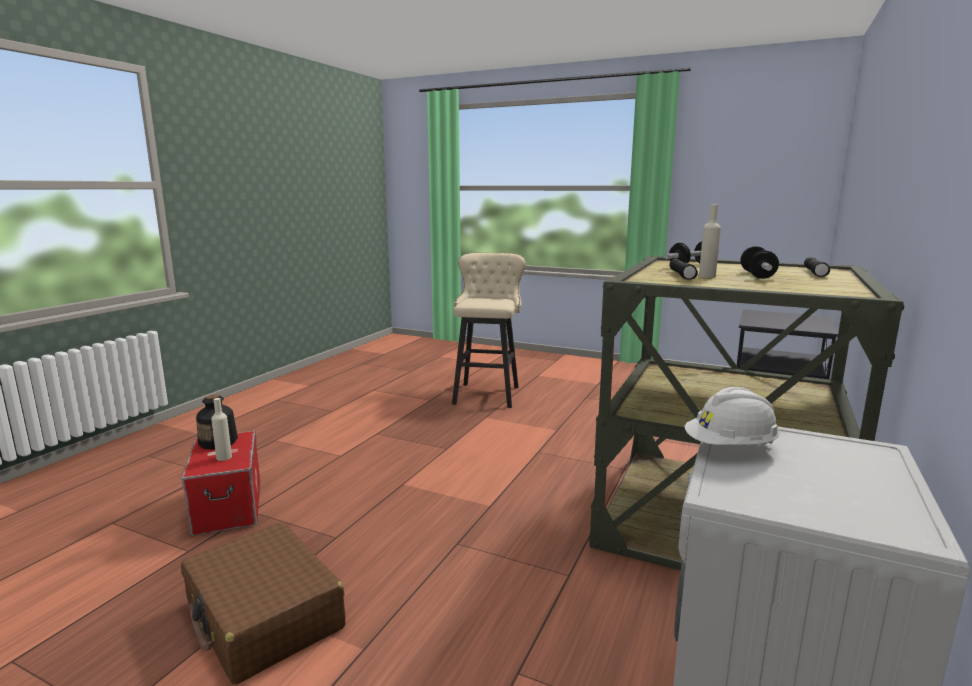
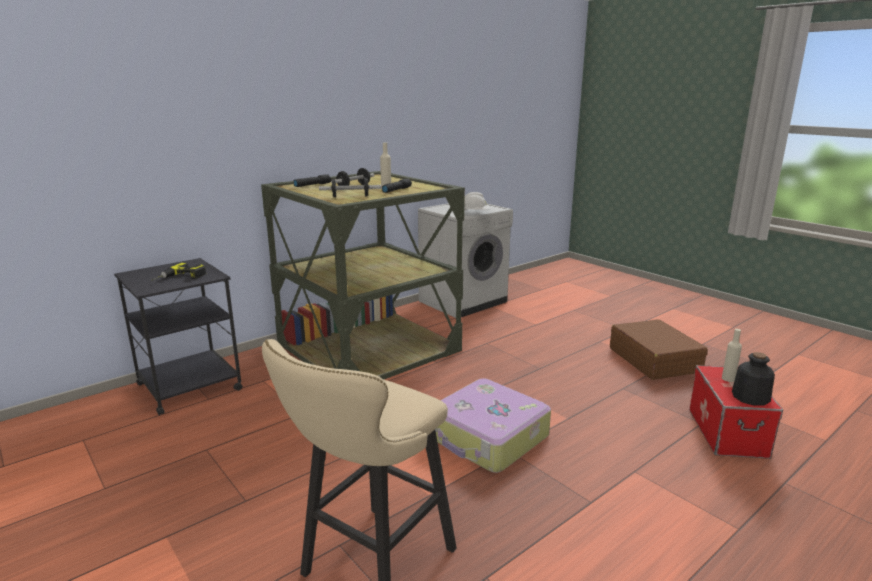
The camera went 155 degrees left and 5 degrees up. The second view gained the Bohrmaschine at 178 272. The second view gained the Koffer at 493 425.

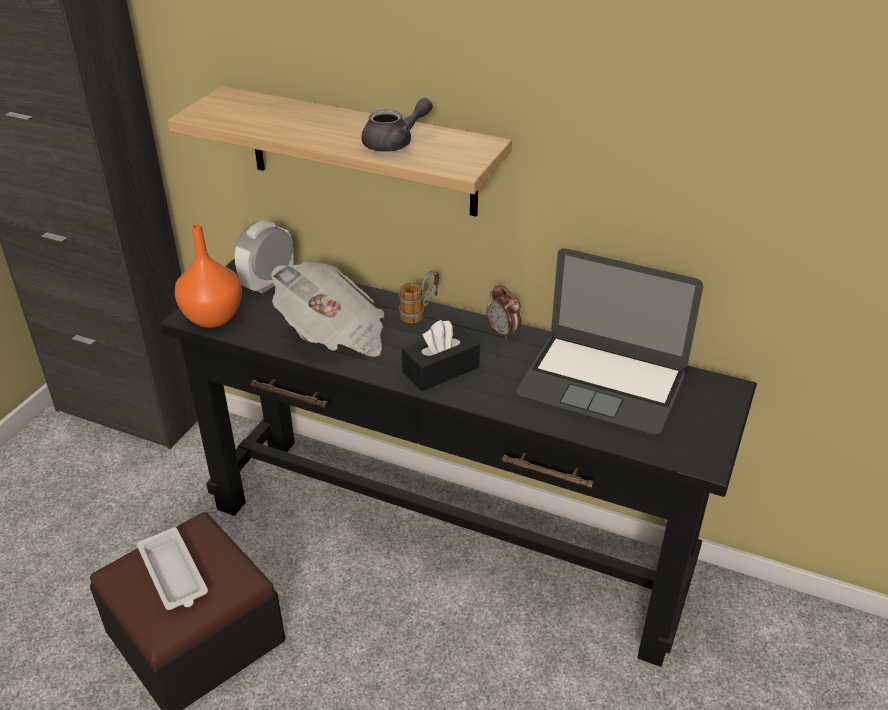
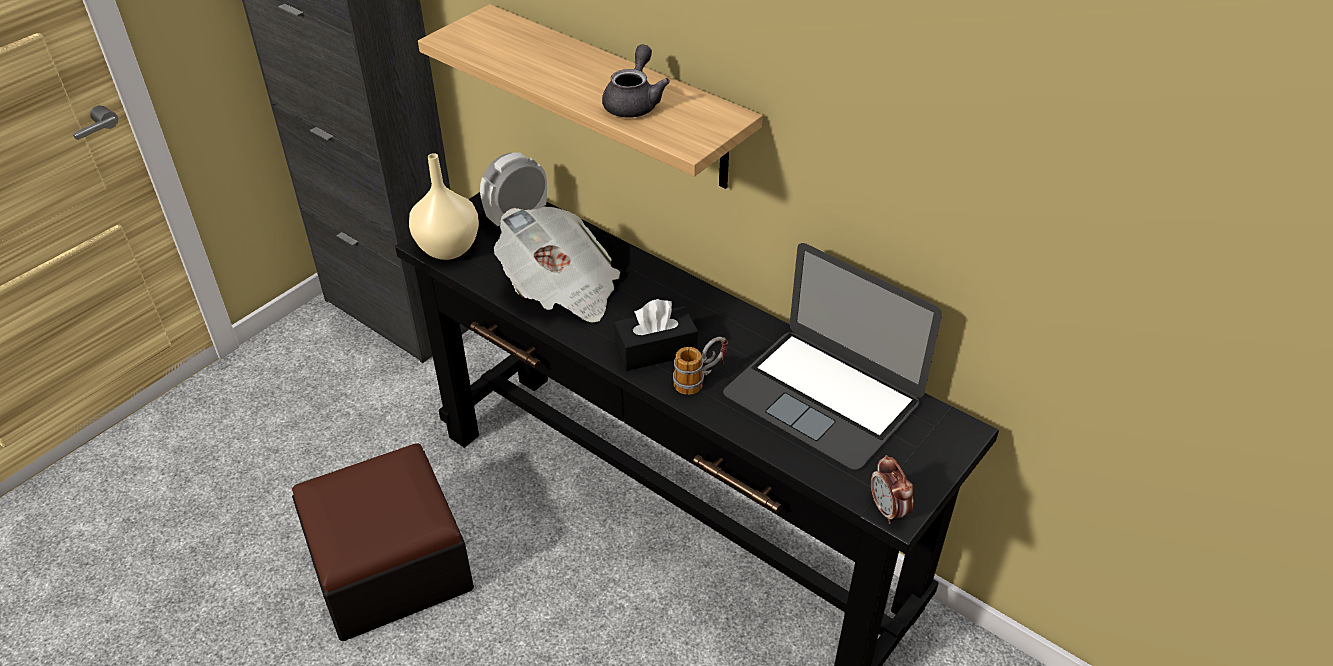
The camera went 15 degrees right and 5 degrees up. The Teekanne (grau) at 397 125 ended up facing another way, 60 degrees counterclockwise from before. What was the Vase (orange) at 208 276 turned into the Vase (beige) at 444 206. The Henkelbecher ended up elsewhere, having gone from 419 297 to 700 366. The Wecker ended up elsewhere, having gone from 504 312 to 892 489. The second view lost the Tablett (weiß) at 172 568.

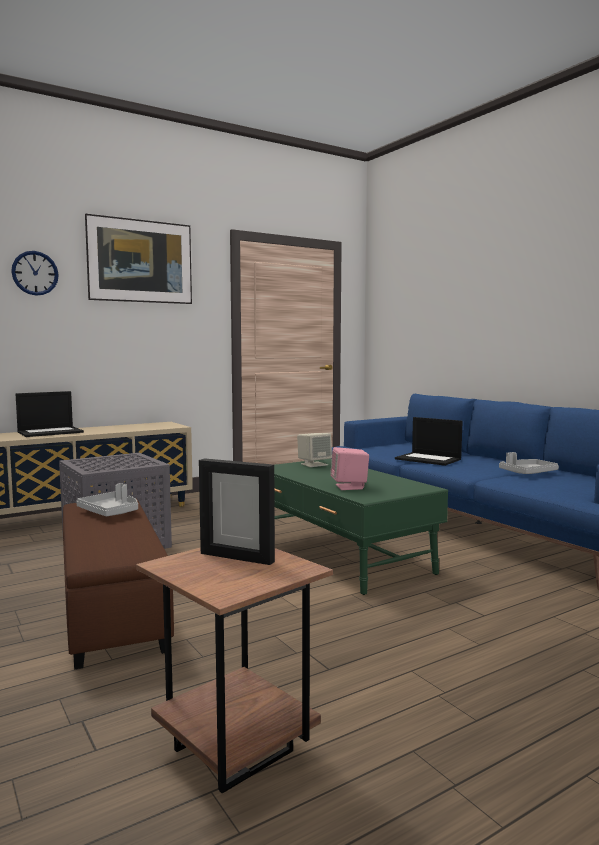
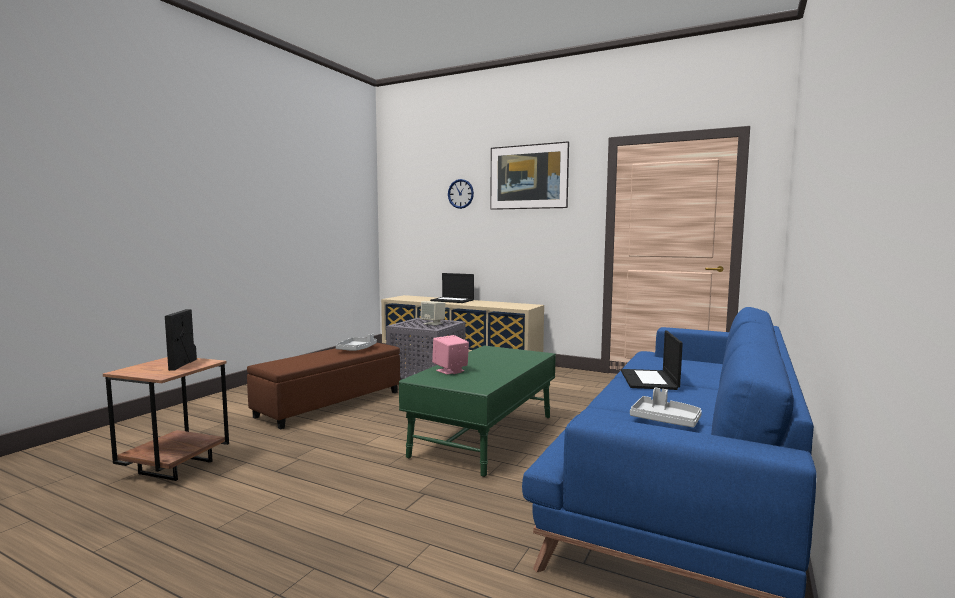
The camera went 60 degrees right and 0 degrees up. The Lautsprecher (beige) ended up elsewhere, having gone from 314 450 to 432 313.

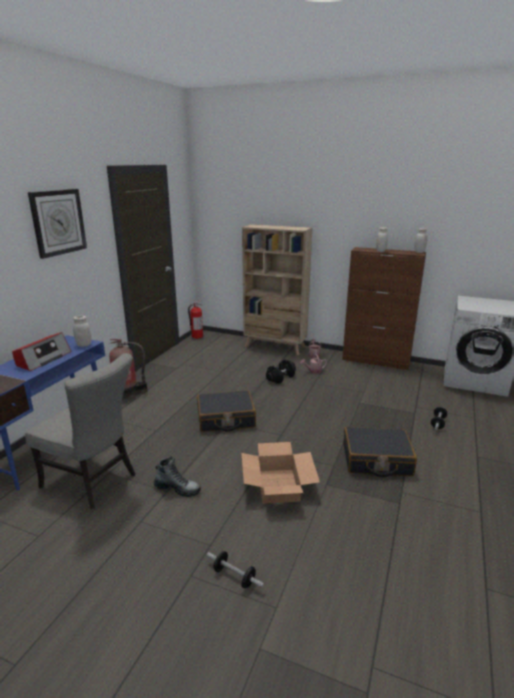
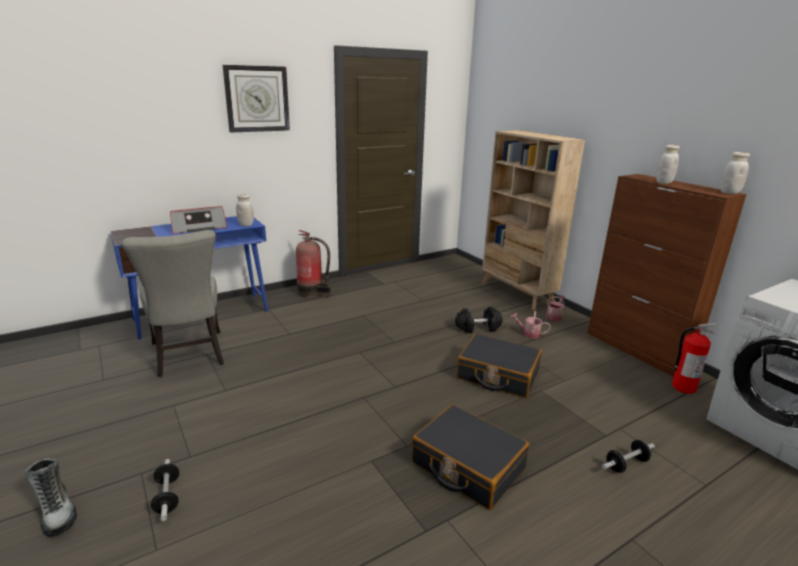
The camera went 35 degrees right and 0 degrees up. The Feuerlöscher ended up elsewhere, having gone from 195 319 to 694 358. The Koffer (schwarz) ended up elsewhere, having gone from 226 411 to 499 365. The second view lost the Karton at 280 473. The Stiefel ended up elsewhere, having gone from 177 476 to 50 497.

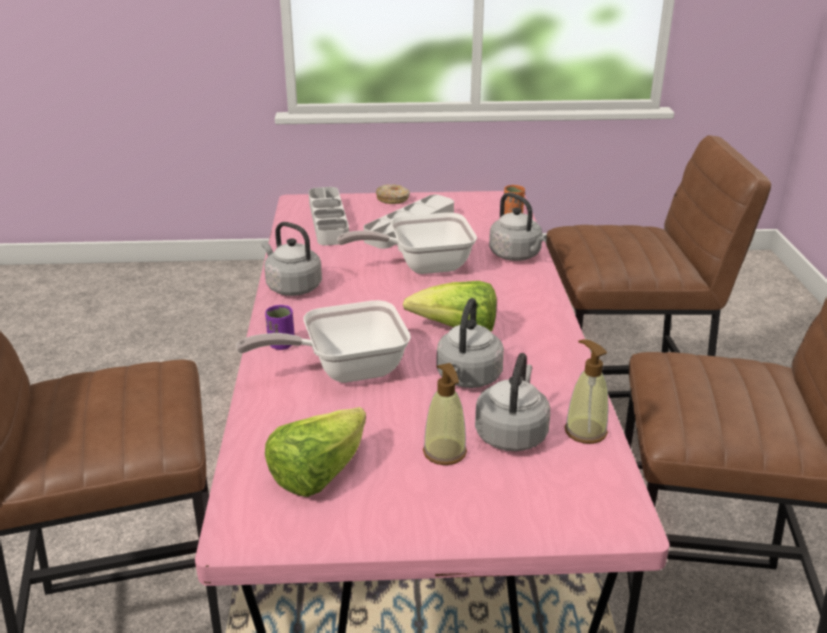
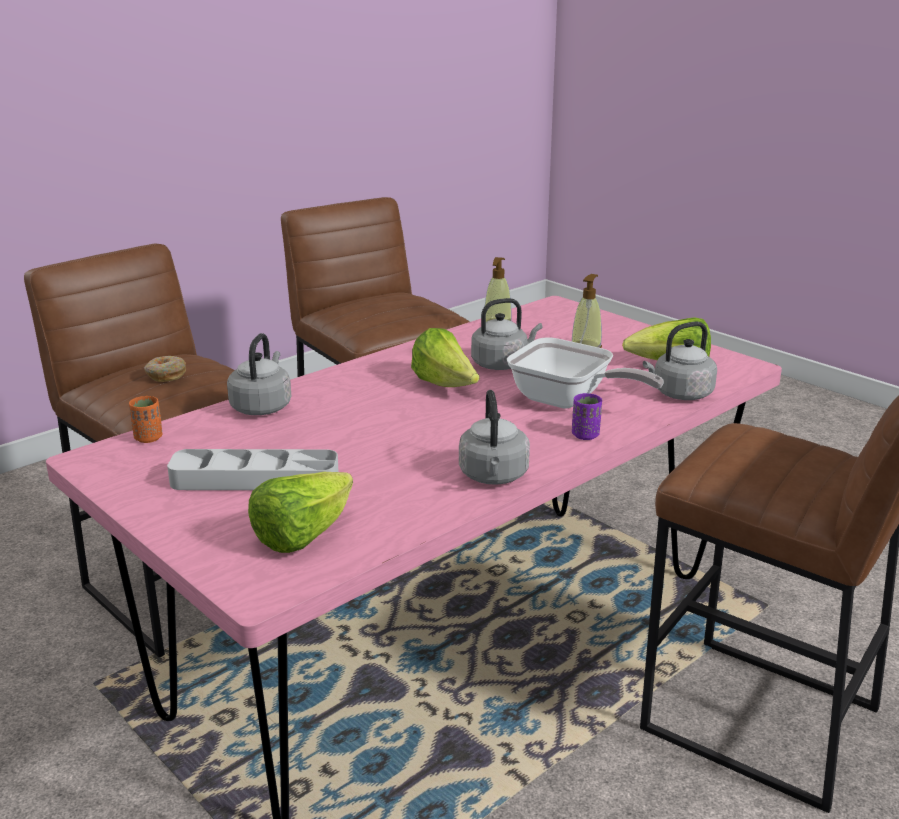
The camera went 130 degrees left and 5 degrees down. The Donut ended up elsewhere, having gone from 393 194 to 165 369. Where the Tablett (grau) stood at 329 216, the Salatkopf came to stand at 300 512. The second view lost the Pfanne at 407 243. The Wasserkessel (grau) ended up elsewhere, having gone from 512 402 to 680 361.

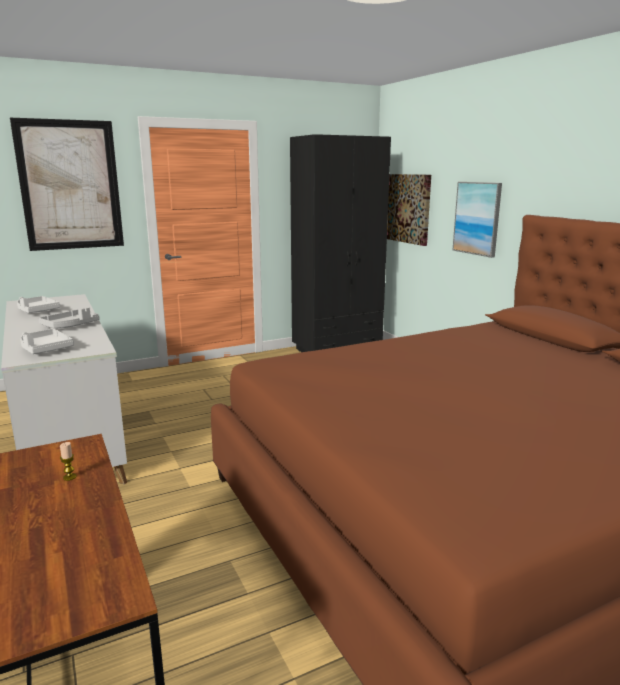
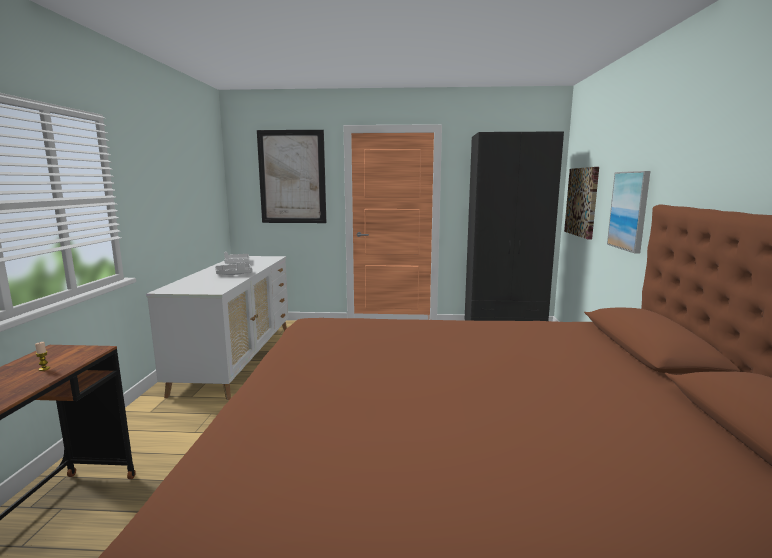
The camera went 30 degrees right and 5 degrees down. The second view lost the Tablett (weiß) at 47 341.

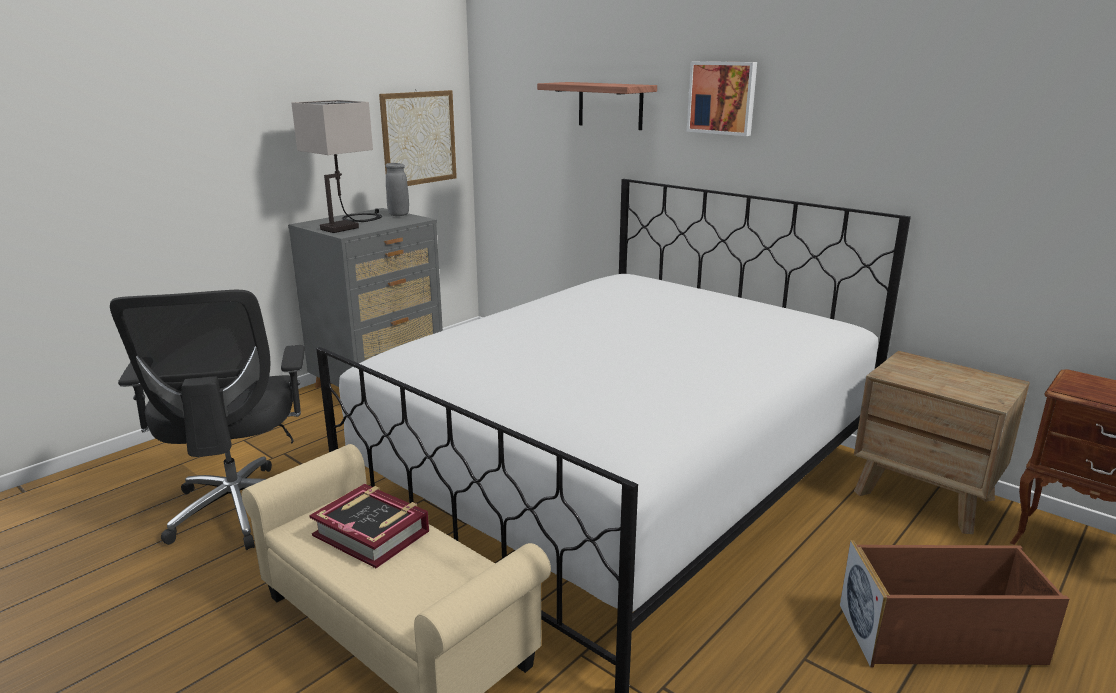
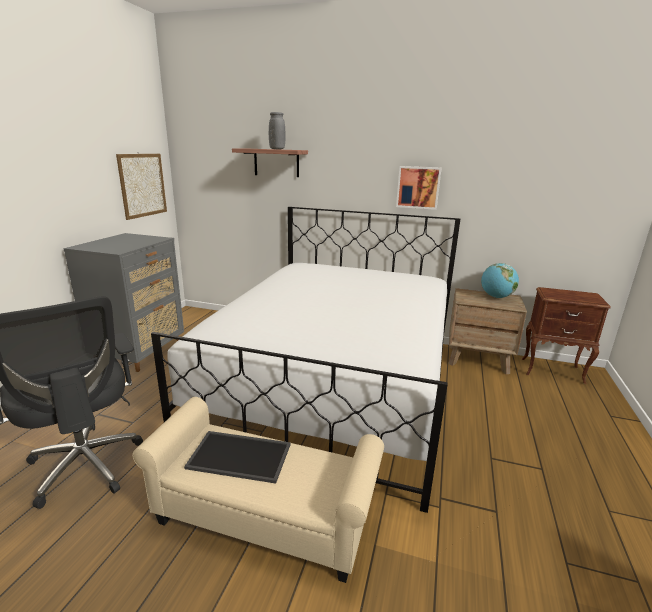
The camera went 25 degrees left and 0 degrees up. The Bild ended up elsewhere, having gone from 722 98 to 419 188. The second view lost the Tischlampe at 336 166. The Vase (grau) ended up elsewhere, having gone from 397 189 to 277 130. Where the Buch stood at 369 526, the Tablett came to stand at 237 457. The second view lost the Aufbewahrungsbox (braun) at 954 604. The second view gained the Globus at 500 280.

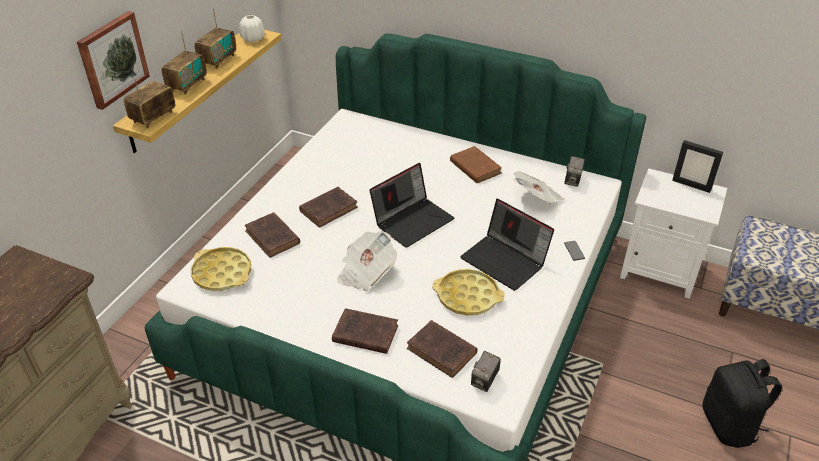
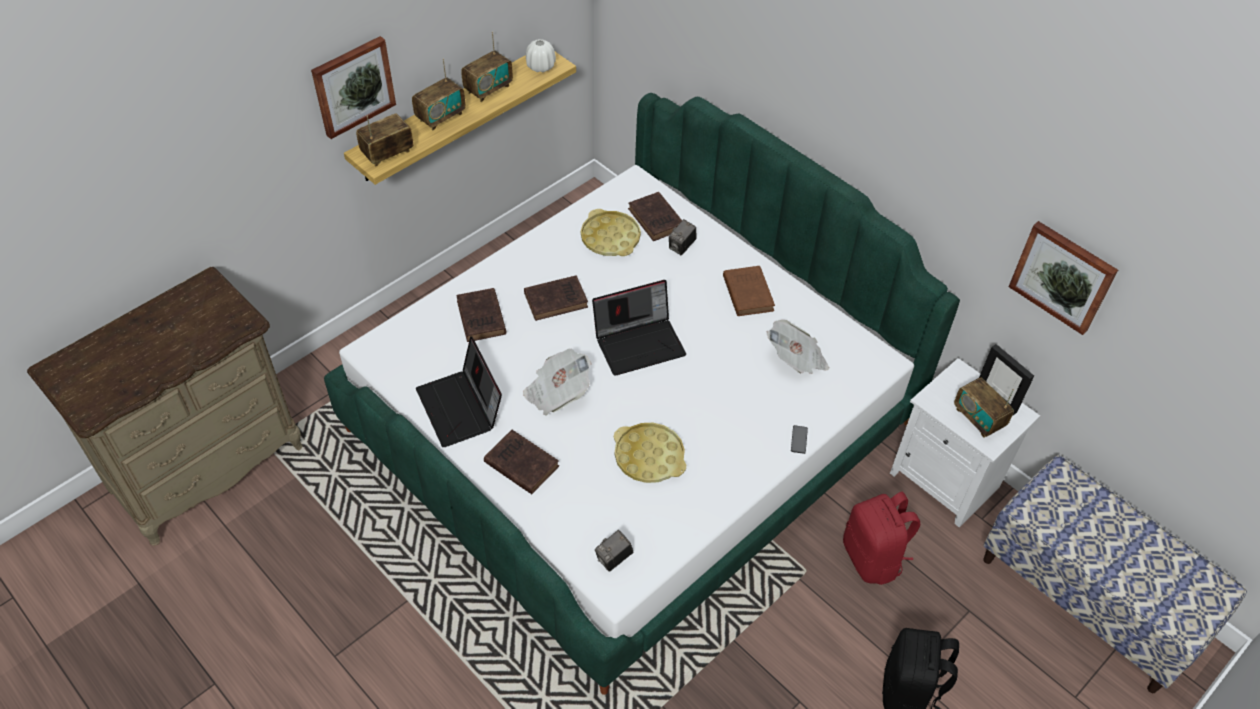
The camera went 20 degrees right and 10 degrees up. The Kamera ended up elsewhere, having gone from 574 171 to 682 237. The Laptop ended up elsewhere, having gone from 507 245 to 459 391. The Tablett (gelb) ended up elsewhere, having gone from 221 269 to 611 232. The Buch (braun) ended up elsewhere, having gone from 442 349 to 655 216. The second view gained the Bild at 1063 278. The second view gained the Radio at 984 407. The second view gained the Rucksack (rot) at 881 538.

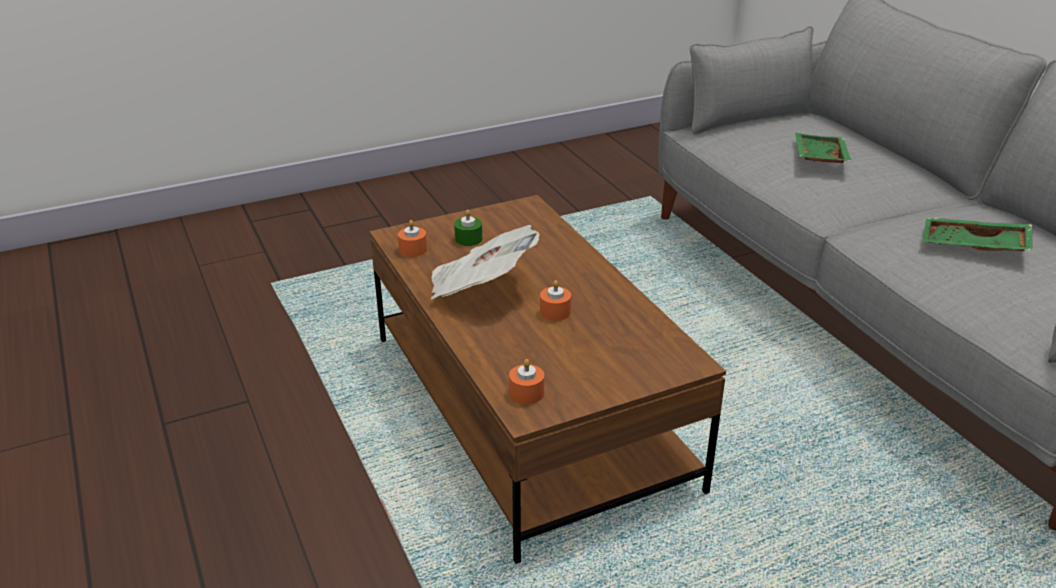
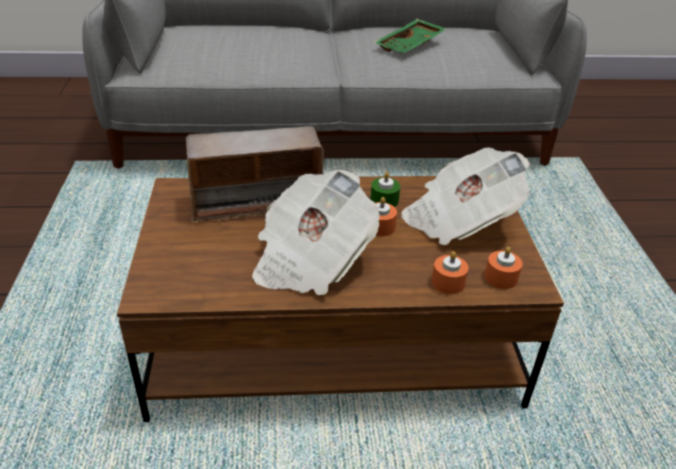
The camera went 70 degrees left and 5 degrees up. The second view lost the Tablett (grün) at 823 148. The Kerze (grün) ended up elsewhere, having gone from 468 228 to 385 189. The Kerze (orange) ended up elsewhere, having gone from 412 238 to 450 272. The second view gained the Radio at 254 174. The second view gained the Zeitung at 465 196.

